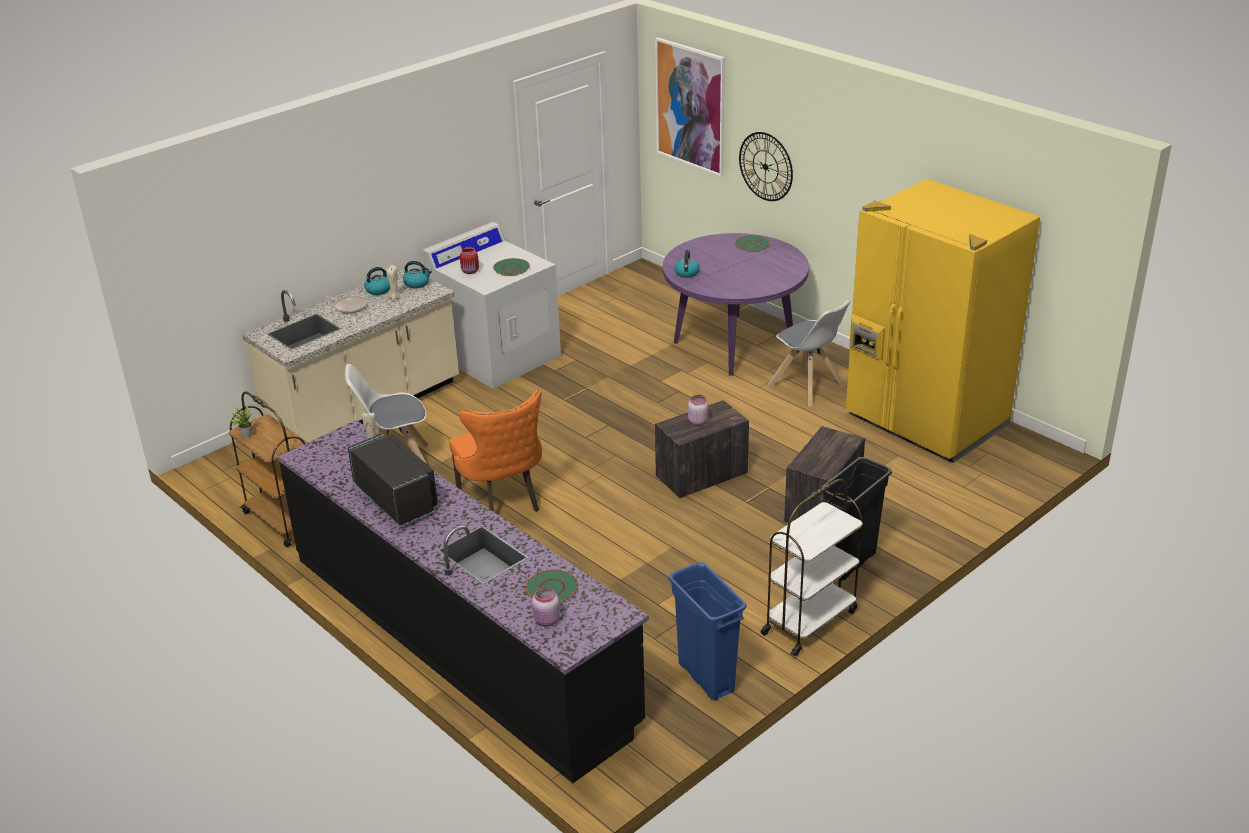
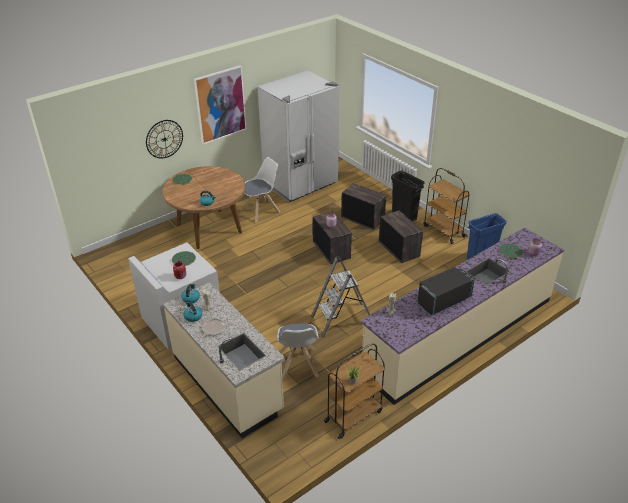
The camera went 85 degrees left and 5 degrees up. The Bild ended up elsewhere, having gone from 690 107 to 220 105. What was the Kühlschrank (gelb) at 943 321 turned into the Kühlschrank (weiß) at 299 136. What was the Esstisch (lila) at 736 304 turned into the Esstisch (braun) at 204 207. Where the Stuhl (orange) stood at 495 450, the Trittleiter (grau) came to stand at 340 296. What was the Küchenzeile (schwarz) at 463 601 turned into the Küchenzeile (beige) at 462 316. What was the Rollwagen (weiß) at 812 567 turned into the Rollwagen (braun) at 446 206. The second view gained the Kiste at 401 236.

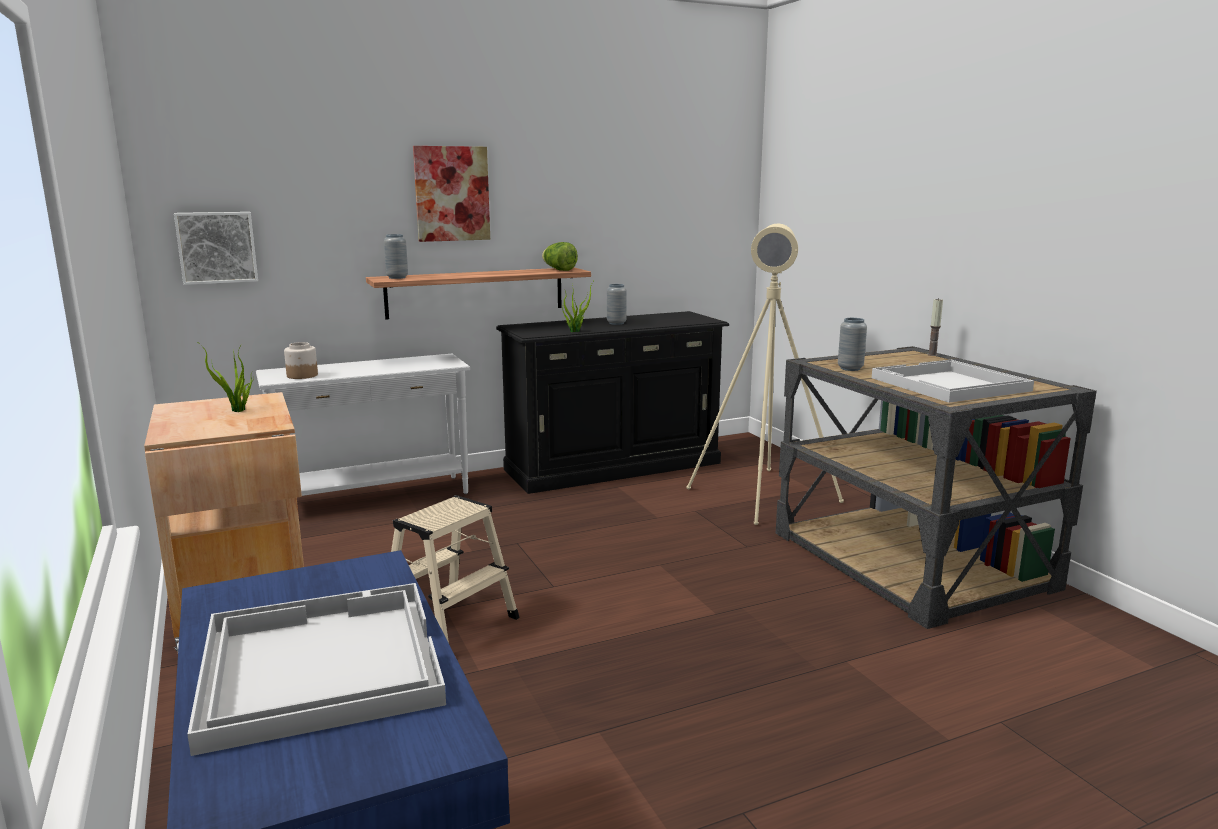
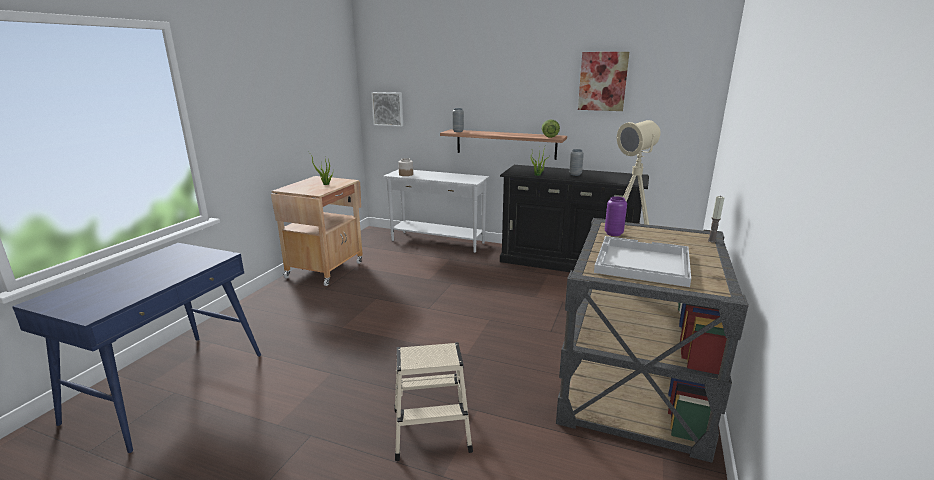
The camera went 45 degrees right and 5 degrees up. The Bild ended up elsewhere, having gone from 451 194 to 603 81. What was the Vase (grau) at 852 344 turned into the Vase (lila) at 616 216. The Trittleiter (beige) ended up elsewhere, having gone from 455 569 to 433 401. The second view lost the Tablett (weiß) at 316 669.

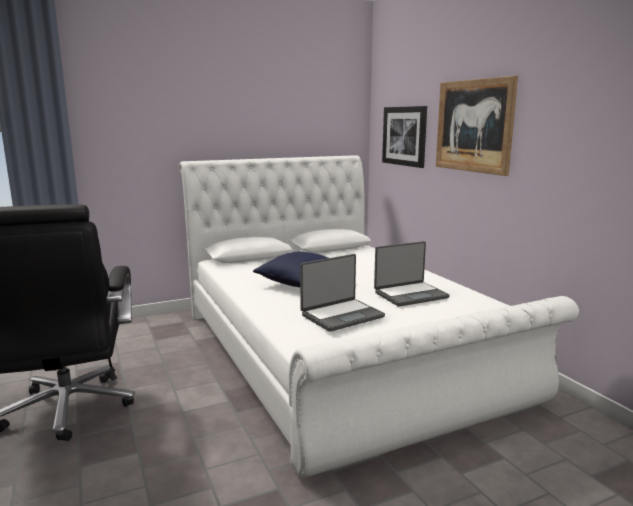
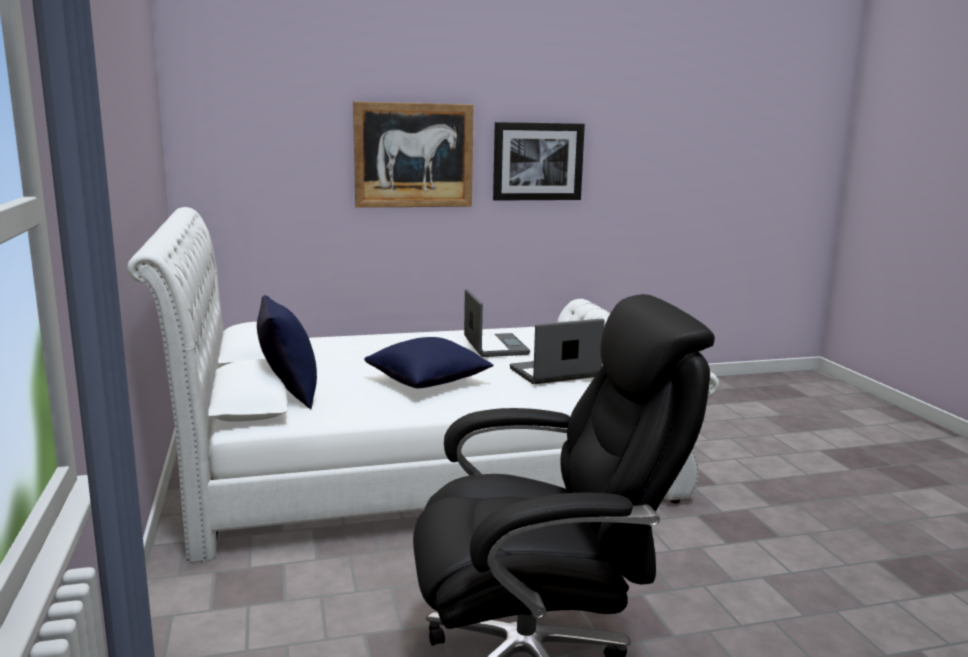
The camera went 80 degrees left and 0 degrees up. The Bild ended up elsewhere, having gone from 404 137 to 539 161. The Laptop at 342 293 ended up facing another way, 90 degrees counterclockwise from before. The second view gained the Kissen (blau) at 287 352.

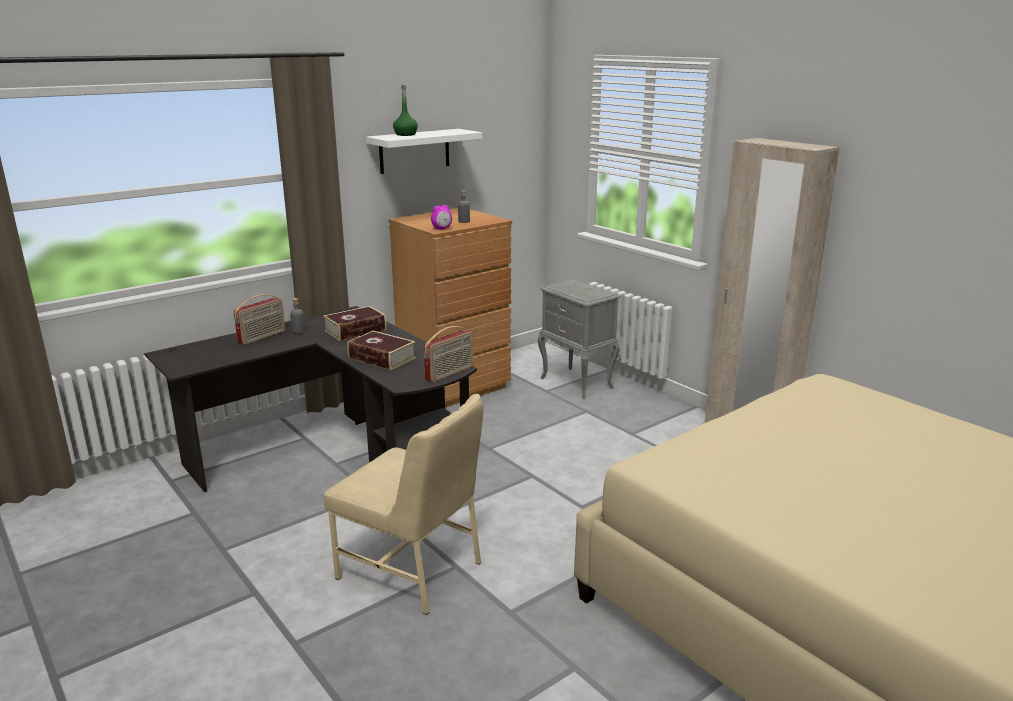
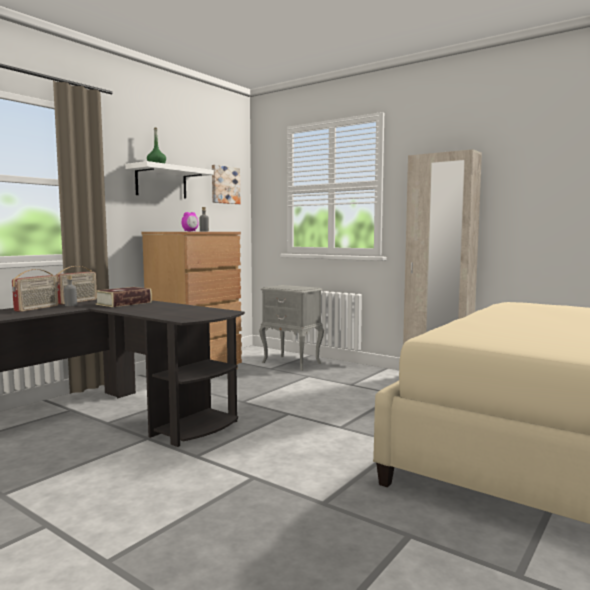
The camera went 15 degrees left and 15 degrees down. The Radio ended up elsewhere, having gone from 448 354 to 76 285. The second view lost the Buch at 381 350. The second view lost the Stuhl (beige) at 404 504. The second view gained the Bild at 226 184.

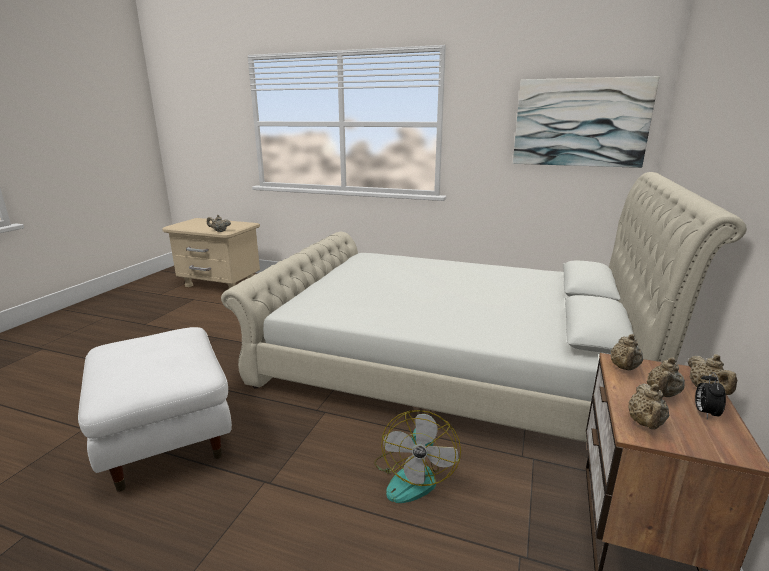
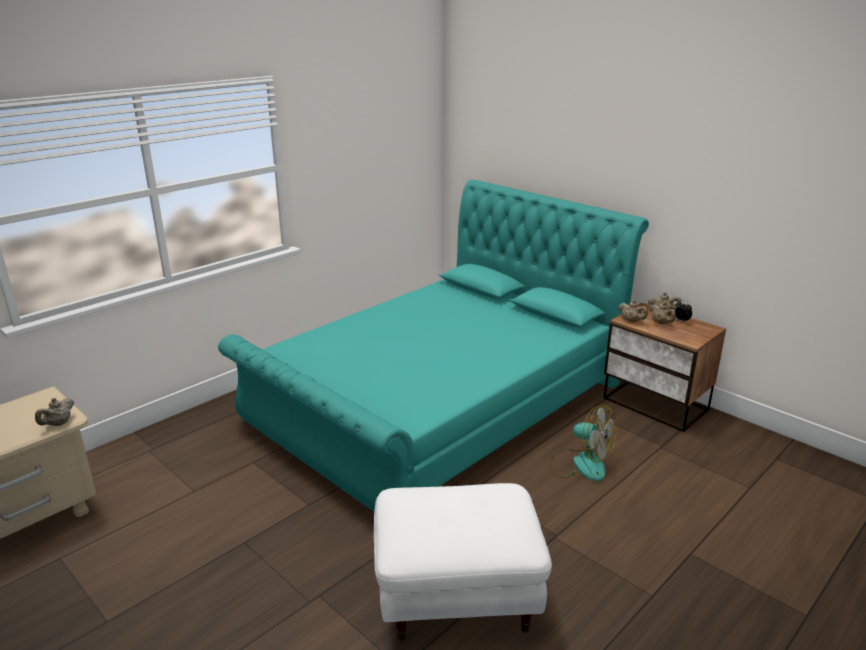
The camera went 65 degrees left and 5 degrees up. The second view lost the Bild at 586 122. What was the Bett (beige) at 484 307 turned into the Bett (türkis) at 433 346. The second view lost the Teekanne (beige) at 648 407.

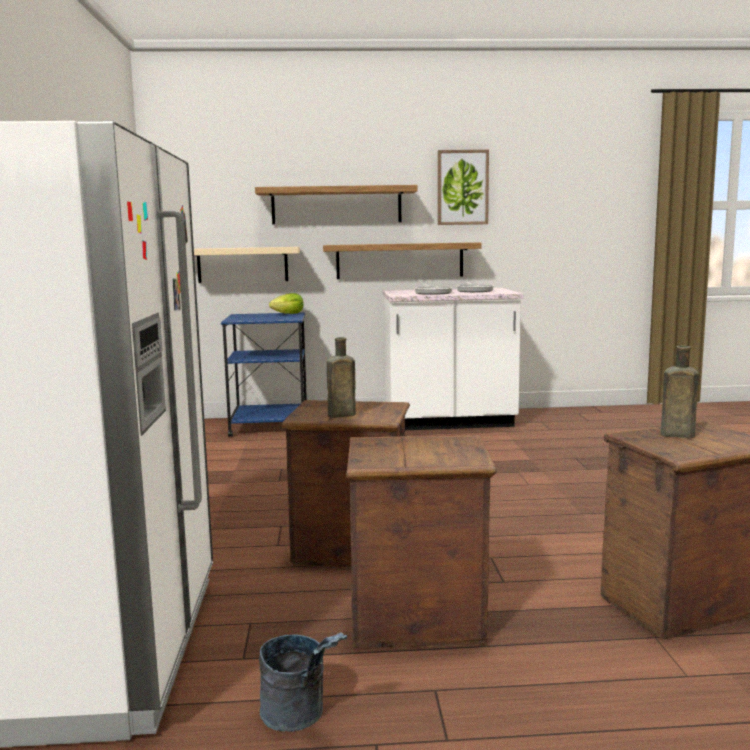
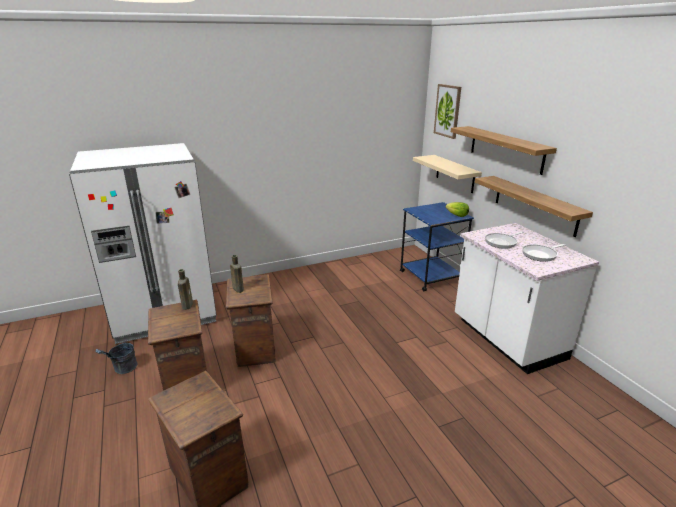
The camera went 70 degrees right and 15 degrees up. The Bild ended up elsewhere, having gone from 463 187 to 447 111. The Flasche (braun) ended up elsewhere, having gone from 679 392 to 185 289.

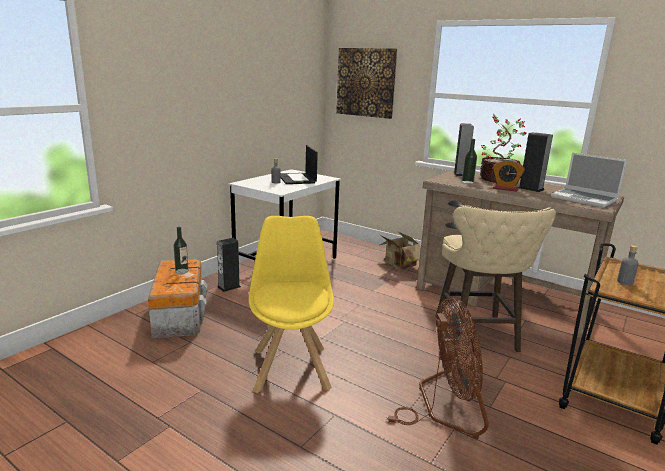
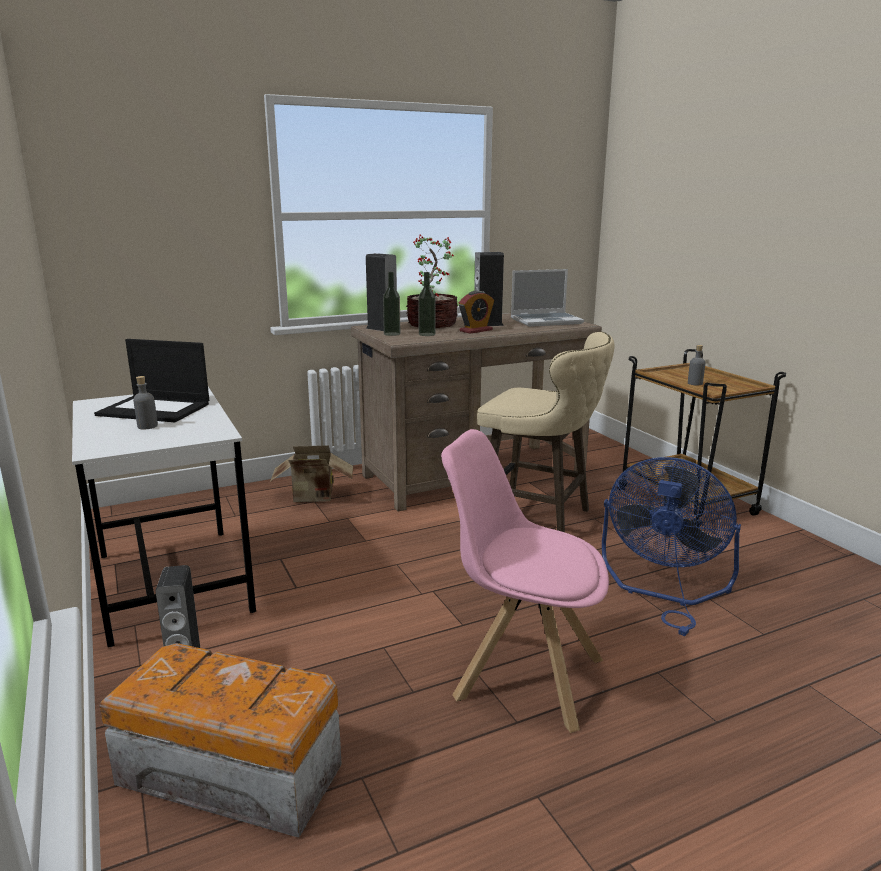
The camera went 60 degrees left and 0 degrees up. The second view lost the Bild at 366 83. What was the Stuhl (gelb) at 291 304 turned into the Stuhl (rosa) at 525 581. The Flasche ended up elsewhere, having gone from 181 250 to 391 304. What was the Ventilator (braun) at 437 368 turned into the Ventilator (blau) at 671 546.

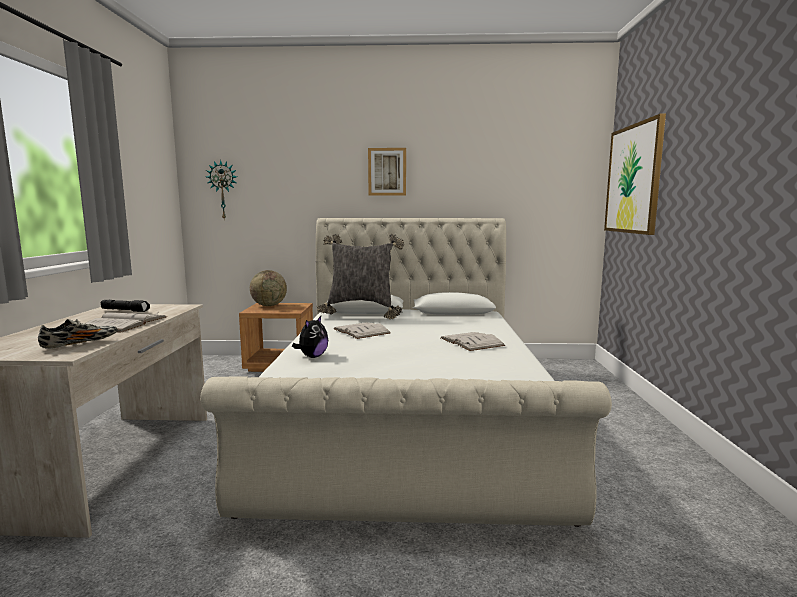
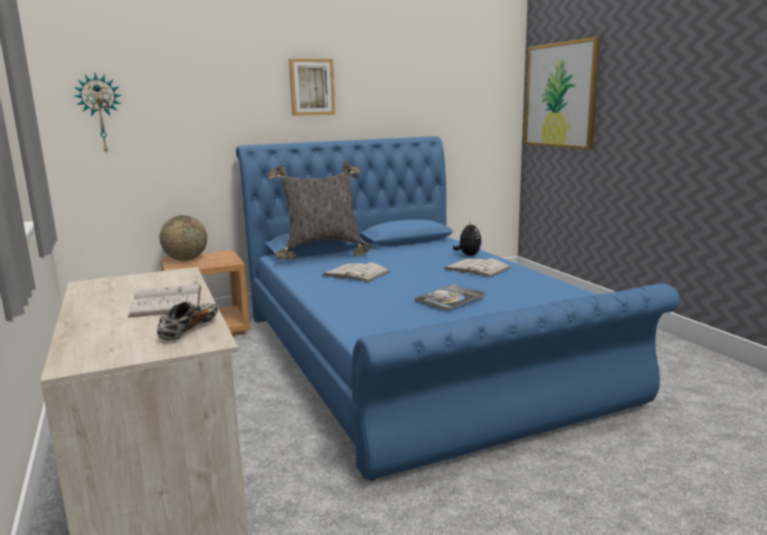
The camera went 25 degrees left and 5 degrees up. What was the Bett (beige) at 406 372 turned into the Bett (blau) at 458 308. The second view lost the Taschenlampe (schwarz) at 125 306. The Plüschtier ended up elsewhere, having gone from 310 337 to 467 238. The second view gained the Buch at 450 297.

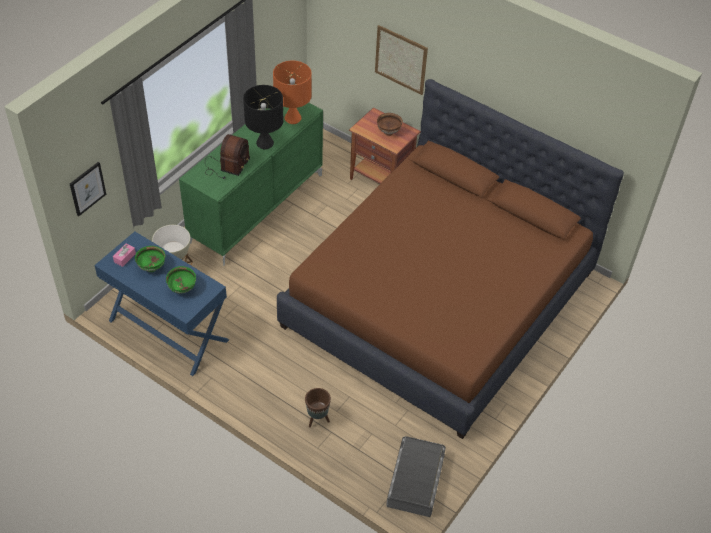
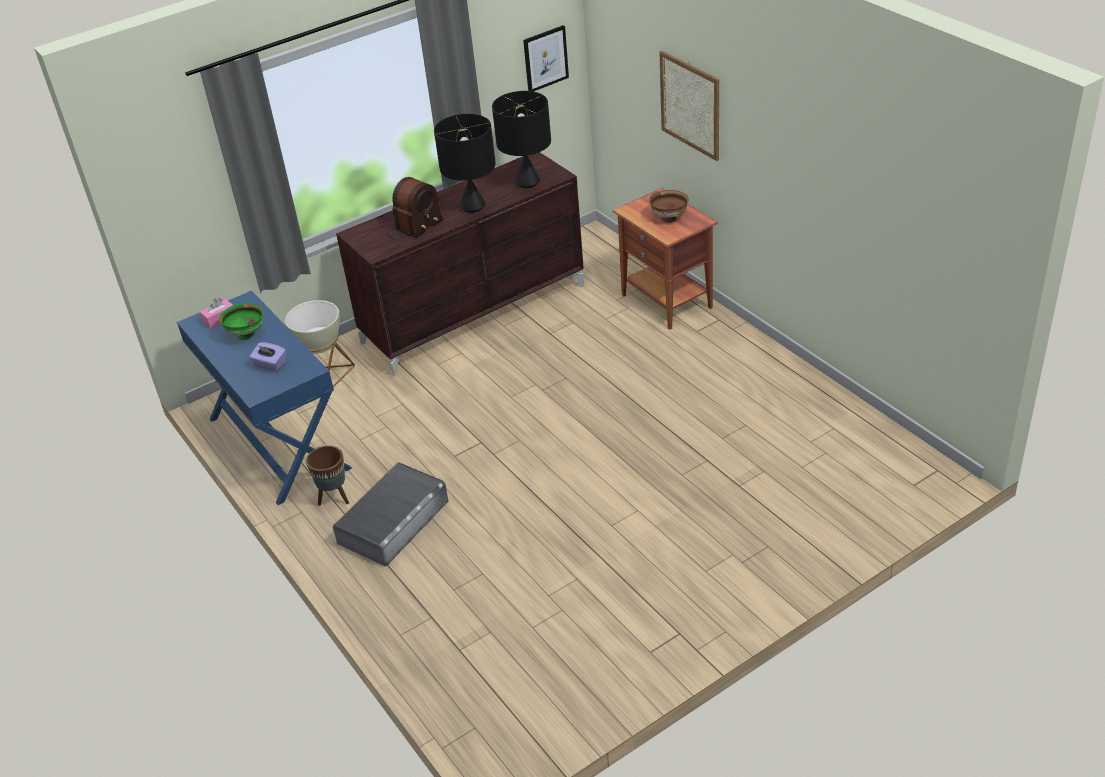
The camera went 25 degrees right and 10 degrees down. What was the Tischlampe (orange) at 292 92 turned into the Tischlampe (schwarz) at 521 139. The second view lost the Bett (braun) at 450 259. What was the Kommode (grün) at 251 184 turned into the Kommode (braun) at 460 264. The Bild ended up elsewhere, having gone from 88 189 to 546 58. Where the Schüssel (grün) stood at 181 279, the Taschentuchbox (lila) came to stand at 267 357. The Pflanzkübel (braun) ended up elsewhere, having gone from 318 407 to 327 476. The Aufbewahrungsbox (grau) ended up elsewhere, having gone from 416 476 to 390 514.

